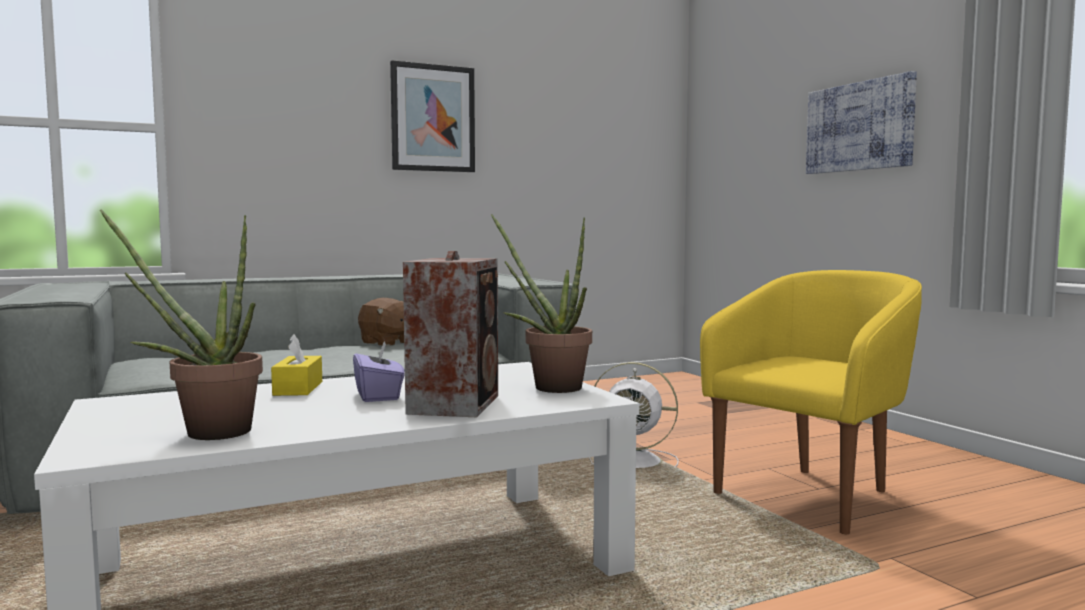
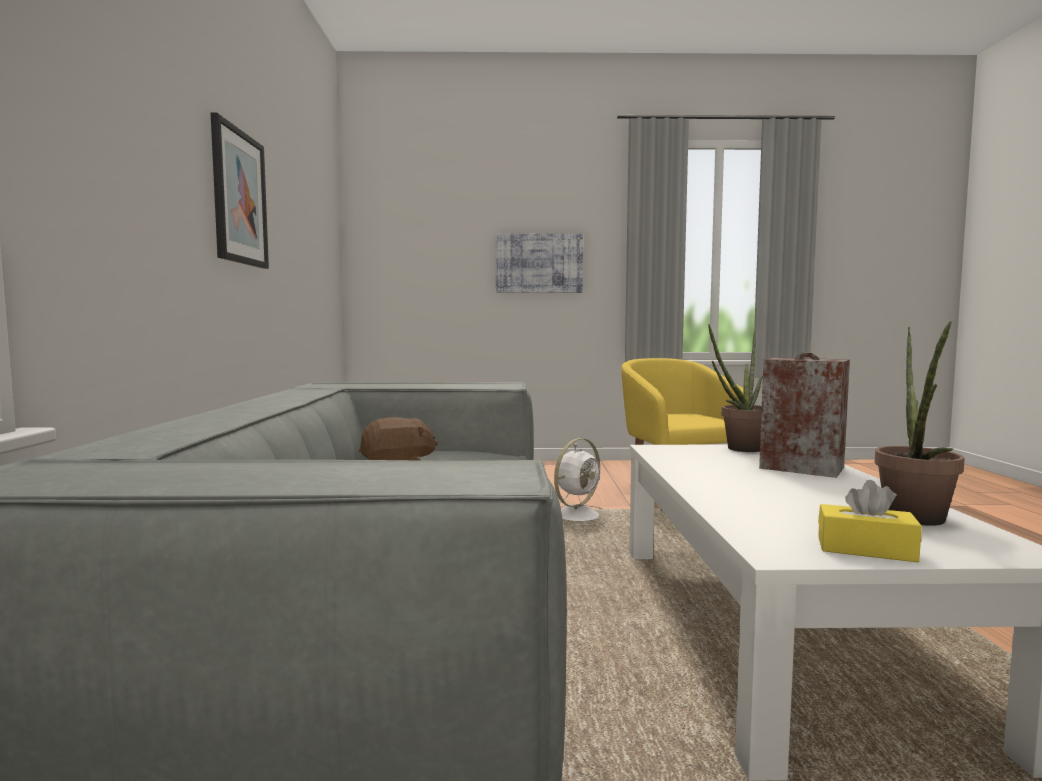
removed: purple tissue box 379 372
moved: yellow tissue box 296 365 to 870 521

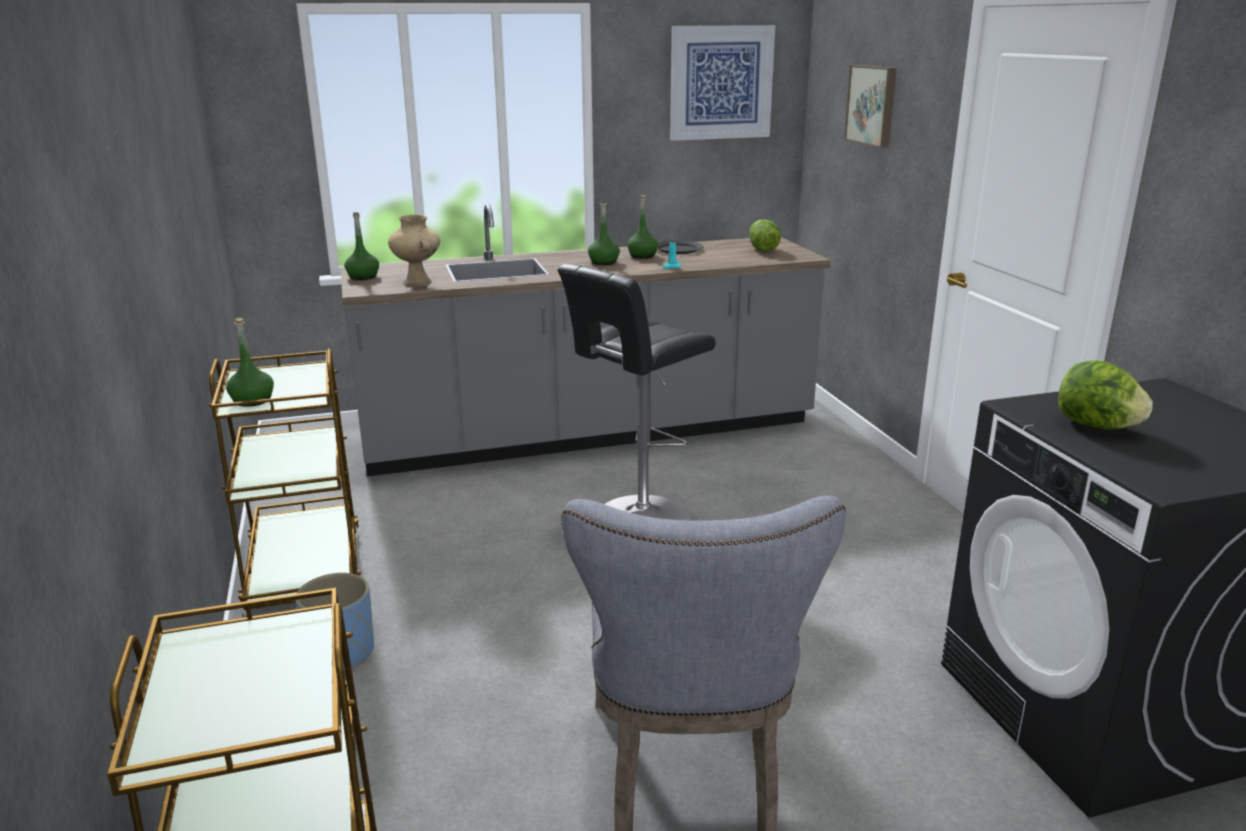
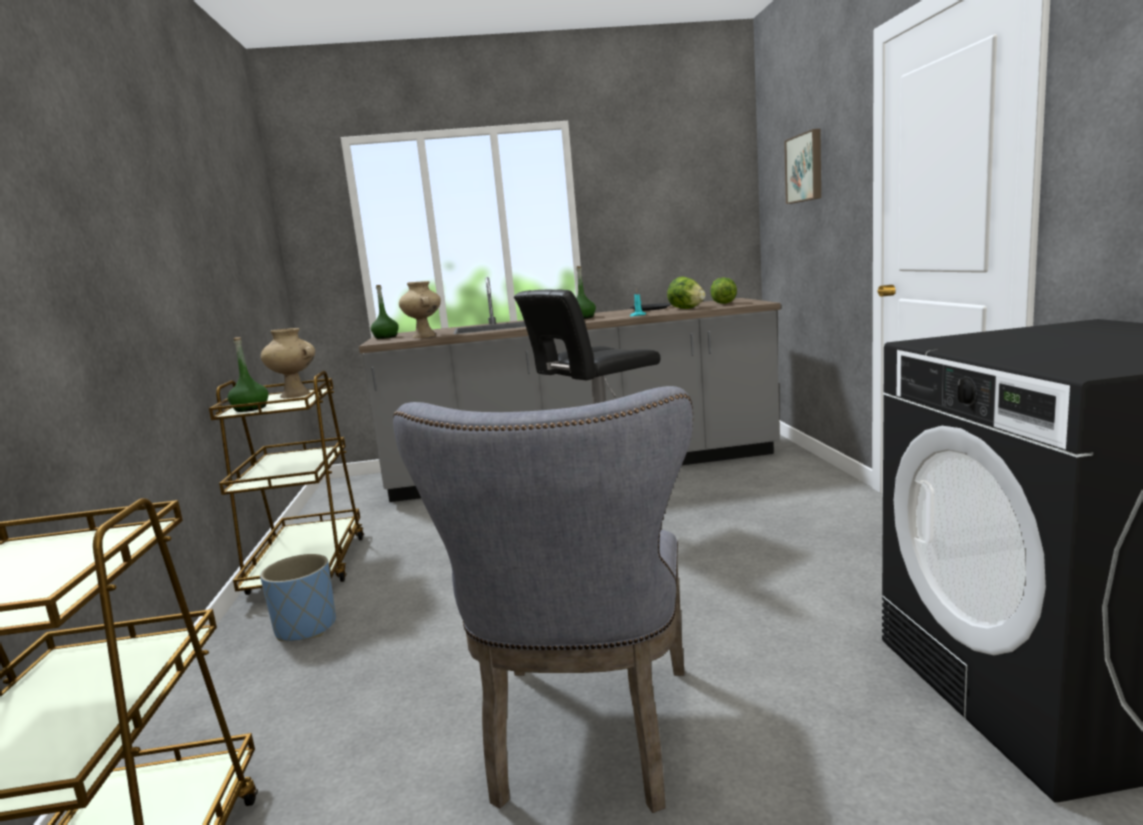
removed: picture 722 83; green bottle 642 227
added: beige vase 288 363
moved: lettuce 1105 395 to 686 293

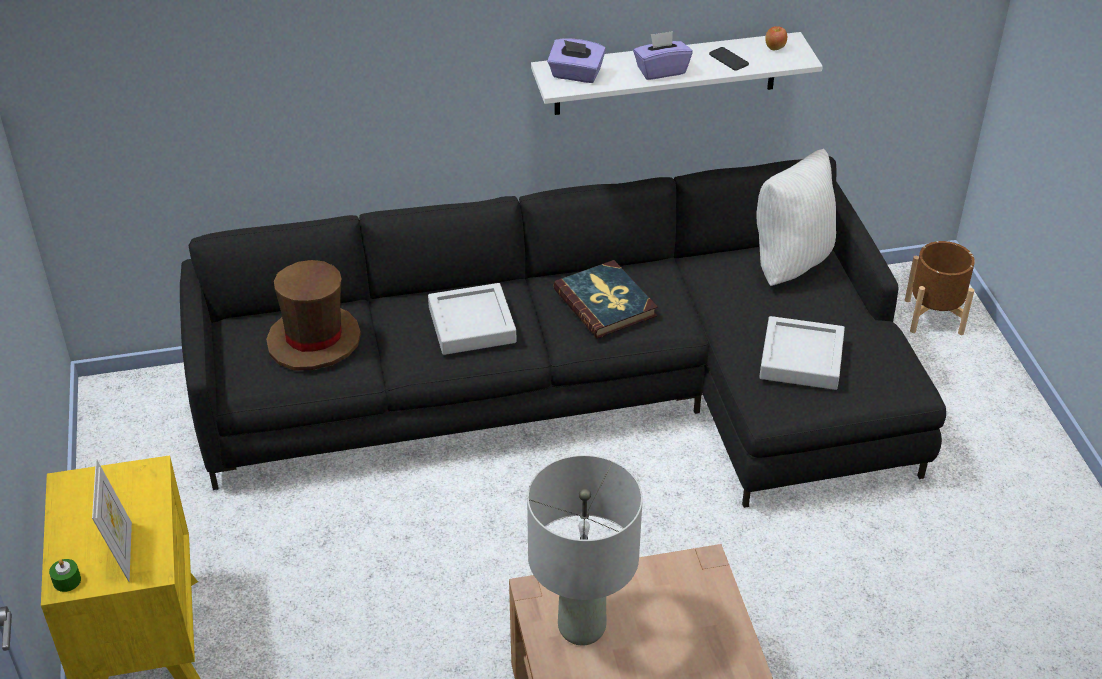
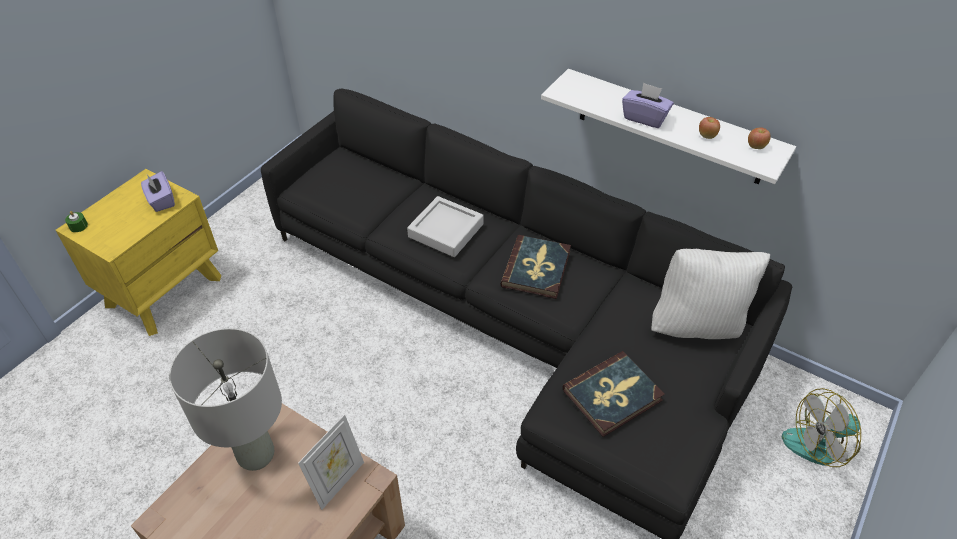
removed: brown hat 313 315
moved: purple tissue box 576 60 to 158 191; picture frame 112 520 to 331 462
replaced: phone 729 58 to apple 709 128; brown planter 940 288 to fan 821 427; grey tray 802 353 to book 614 394

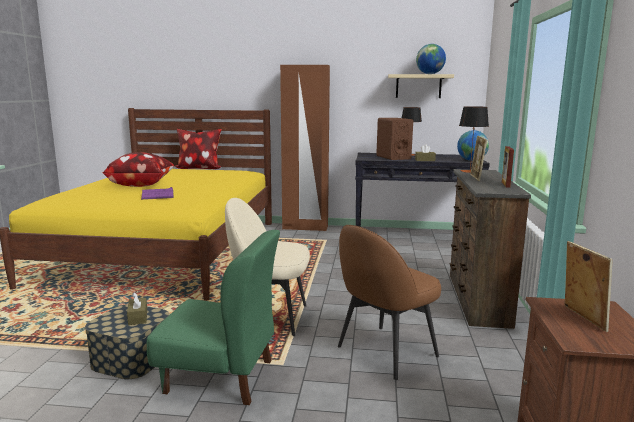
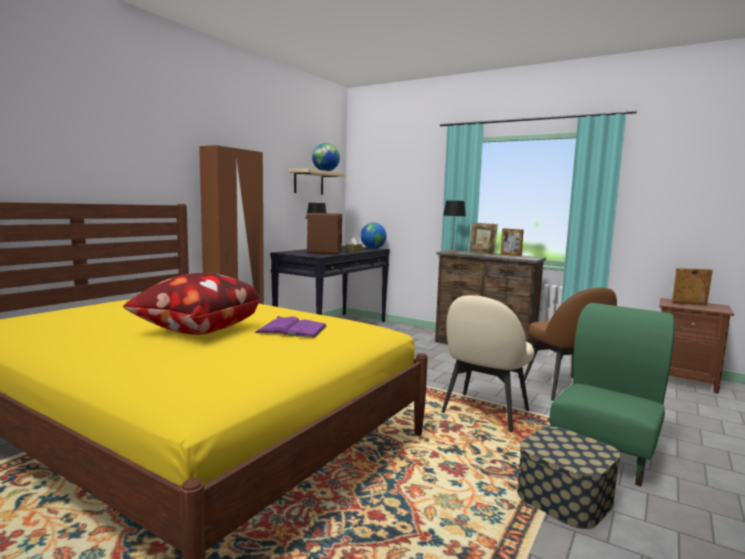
removed: pillow 198 149; brown tissue box 137 308

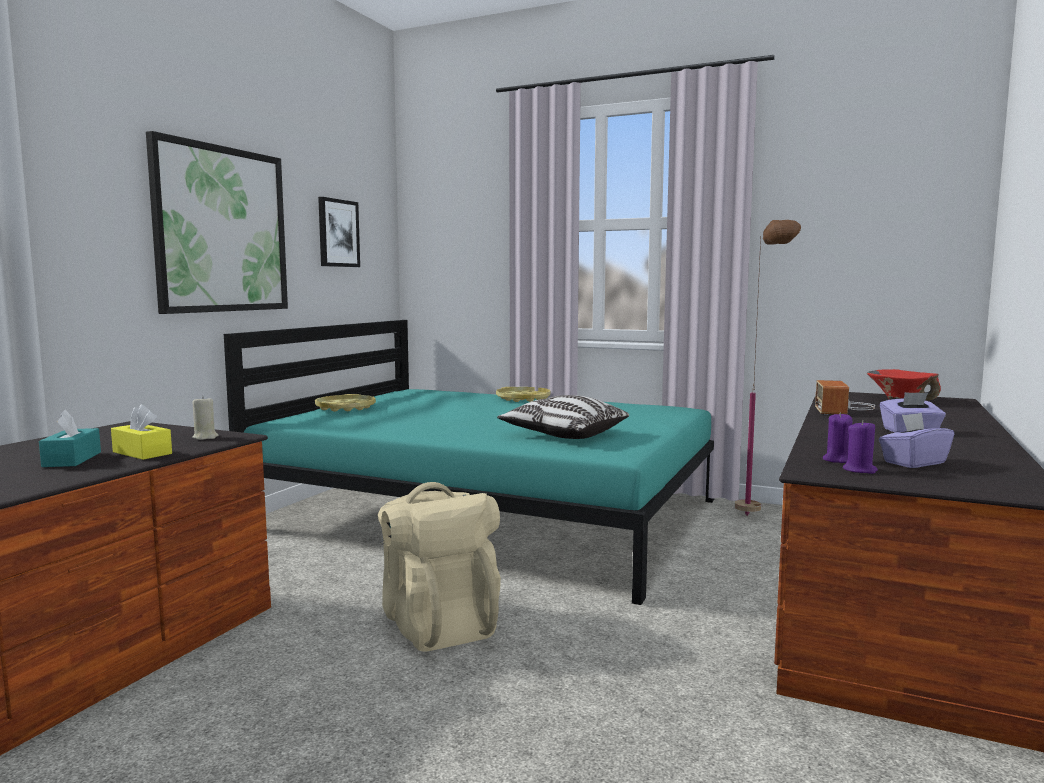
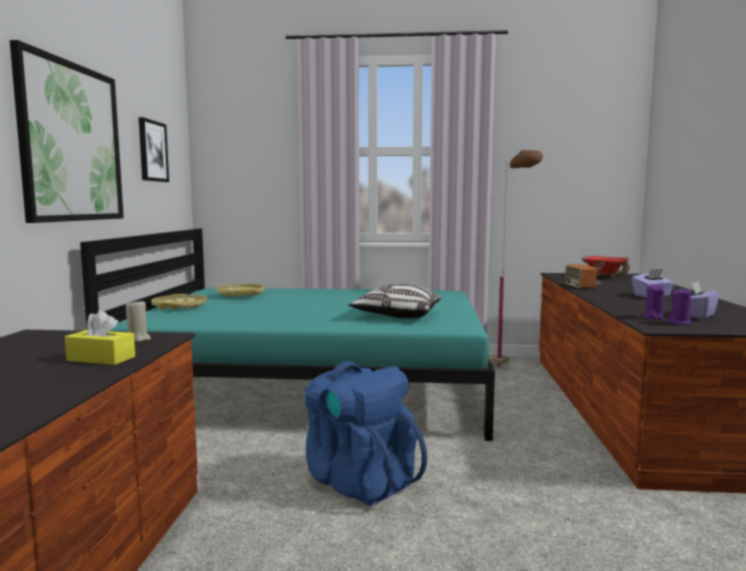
removed: turquoise tissue box 70 438
moved: yellow tray 523 394 to 241 290
recoloured: beige backpack 439 567 to blue backpack 366 433

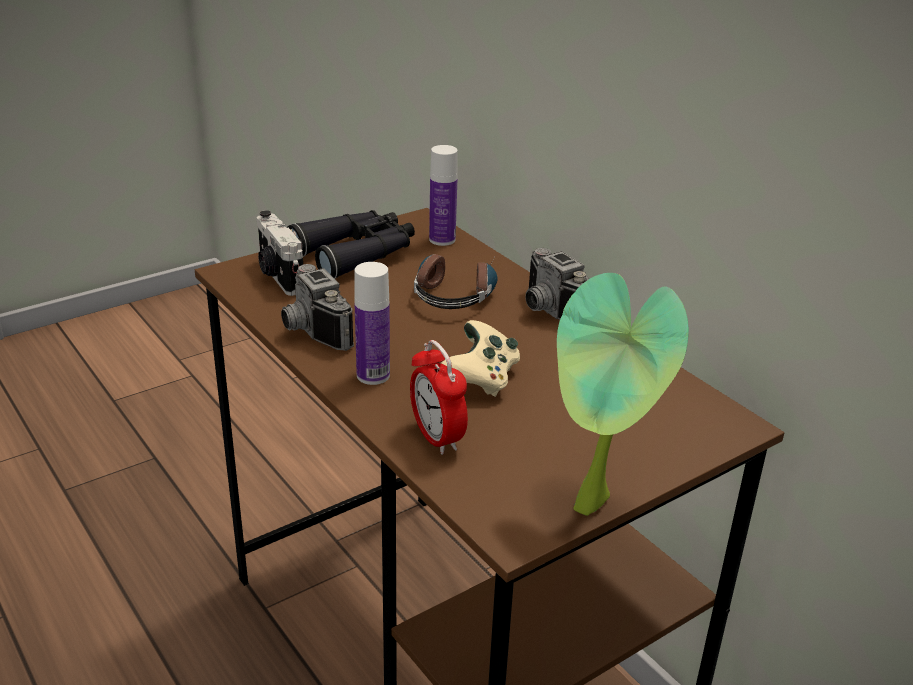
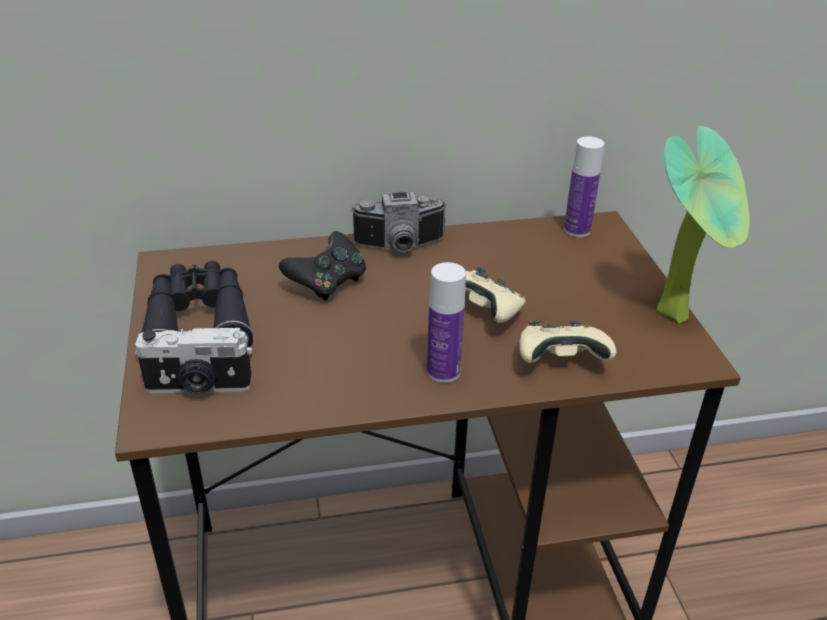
removed: photo camera 317 307
moved: bottle 443 195 to 584 186
replaced: headphones 456 281 to black game controller 322 266; alarm clock 439 397 to beige game controller 567 342

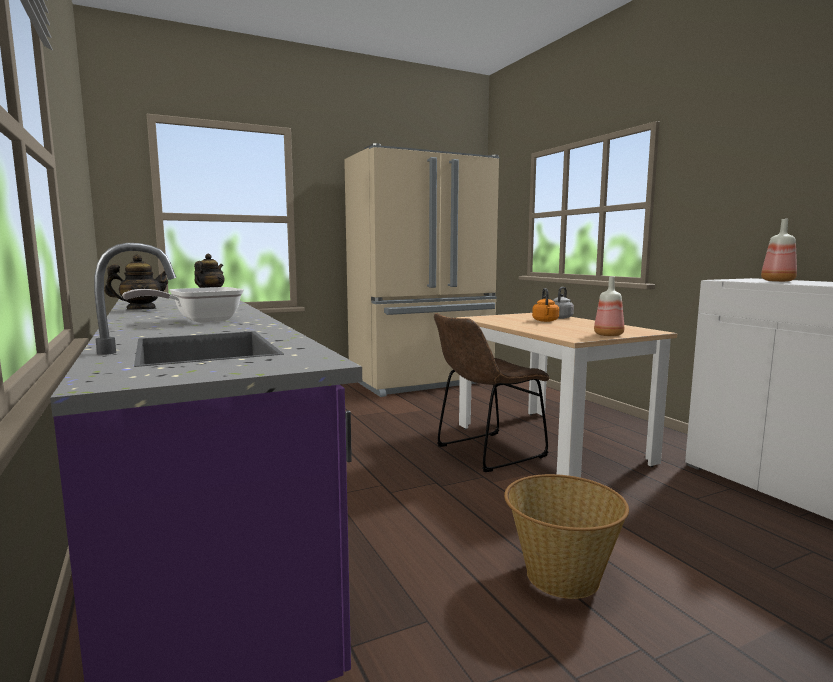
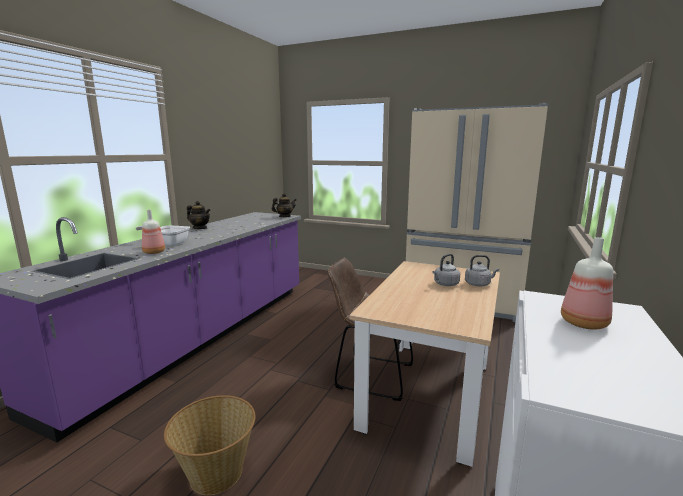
moved: bottle 609 306 to 153 231
recoloured: orange kettle 545 305 to grey kettle 446 270

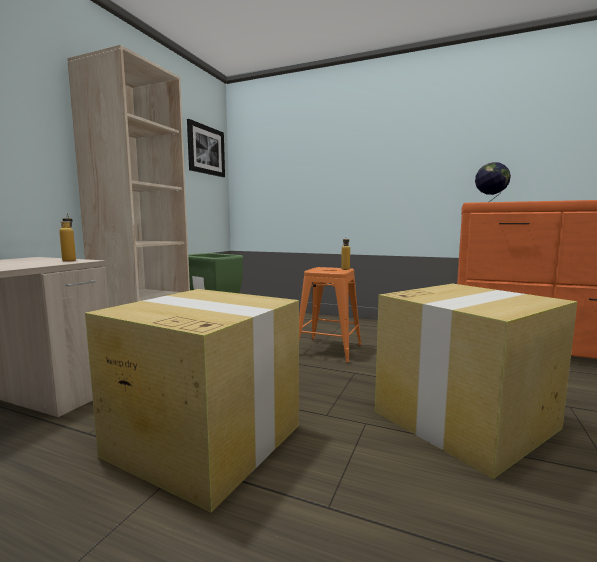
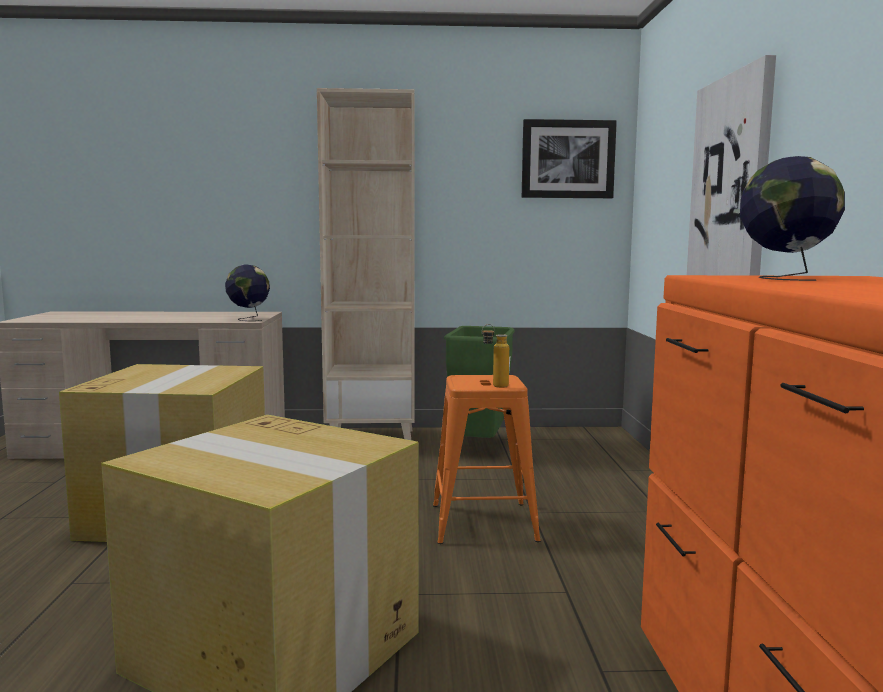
added: picture 731 165
replaced: bottle 67 237 to globe 247 292

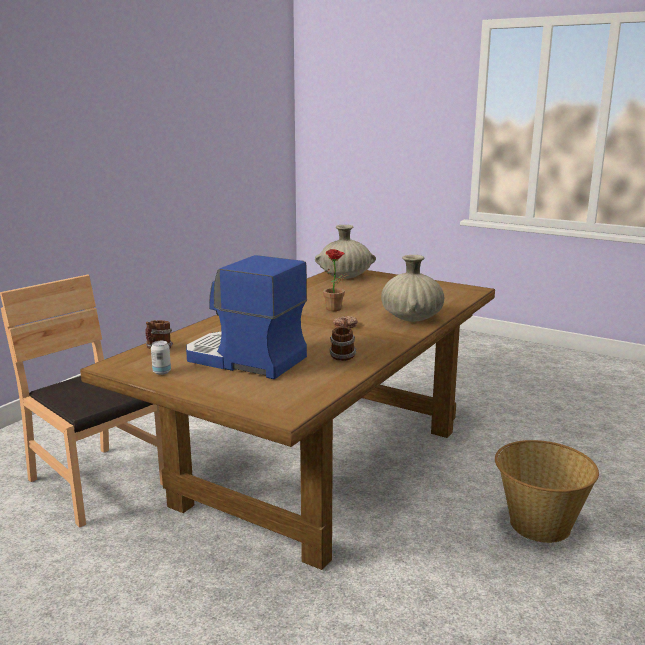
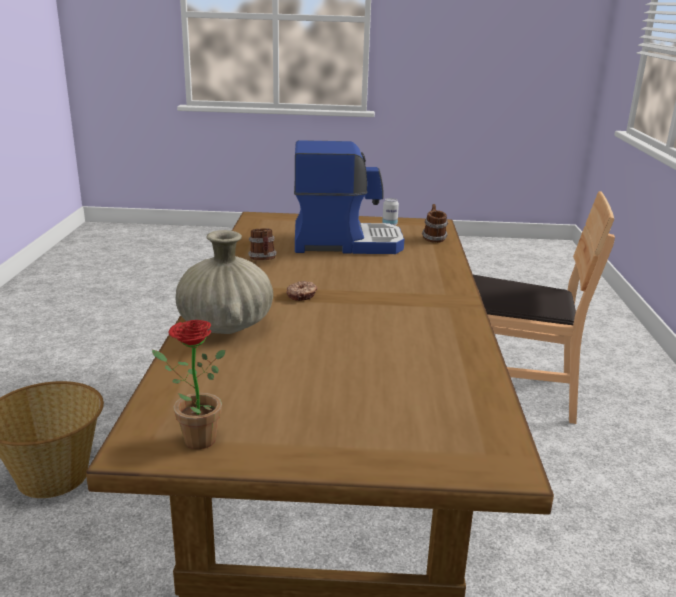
removed: beige vase 345 252
moved: potted plant 334 280 to 188 384

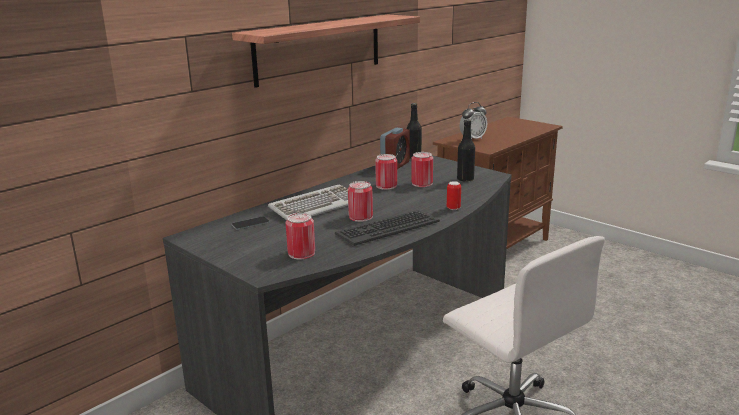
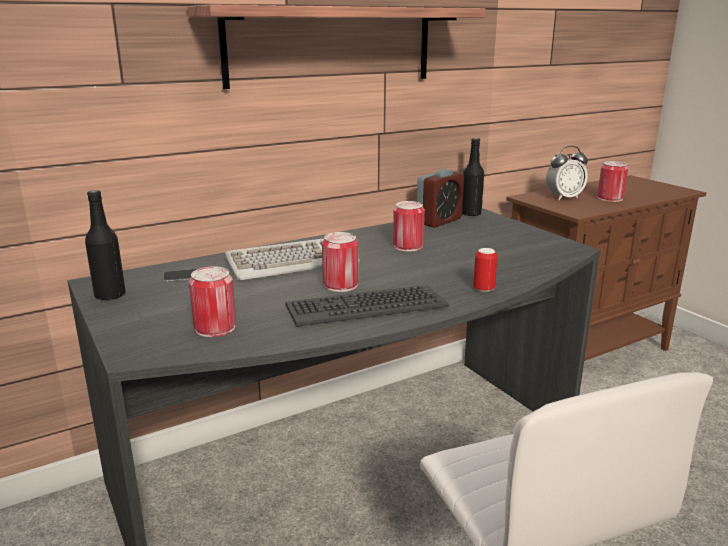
moved: black bottle 466 150 to 105 245; can 422 169 to 612 181

